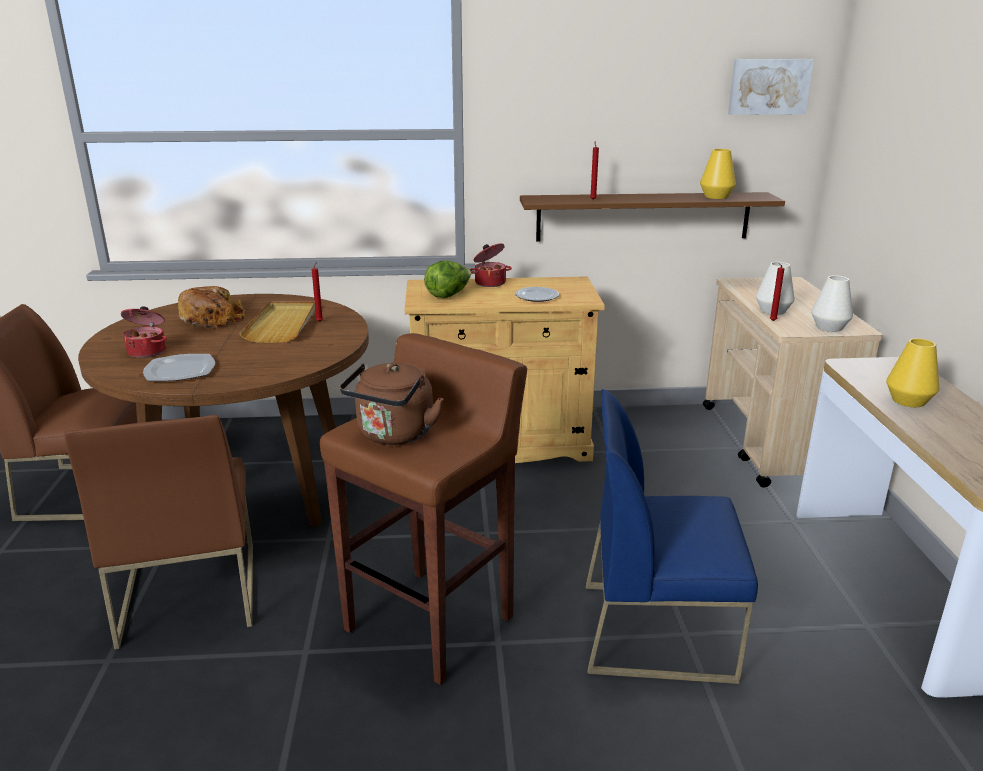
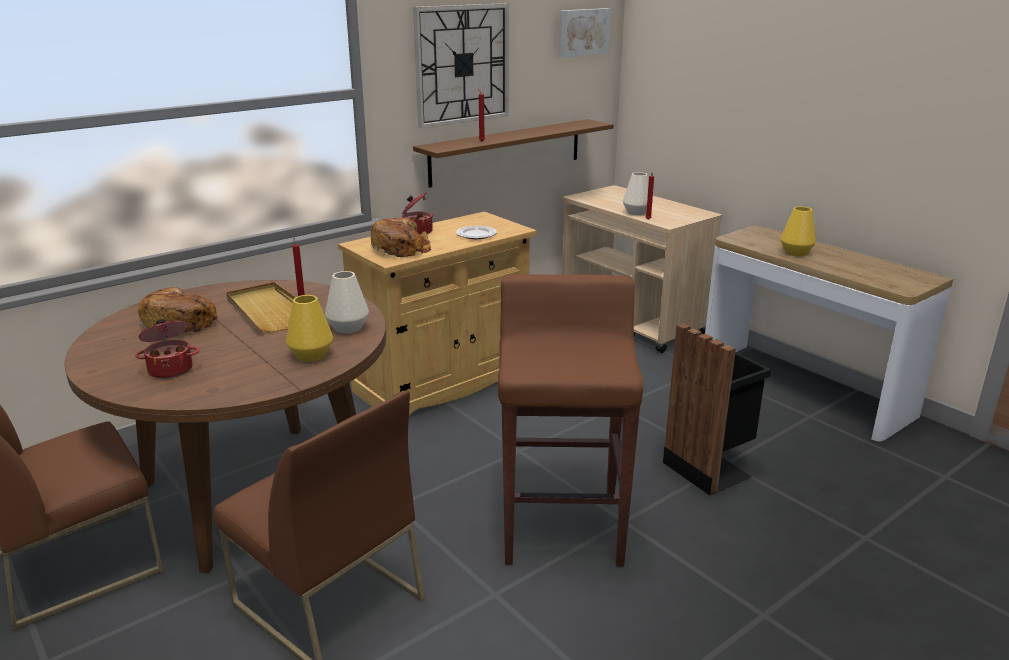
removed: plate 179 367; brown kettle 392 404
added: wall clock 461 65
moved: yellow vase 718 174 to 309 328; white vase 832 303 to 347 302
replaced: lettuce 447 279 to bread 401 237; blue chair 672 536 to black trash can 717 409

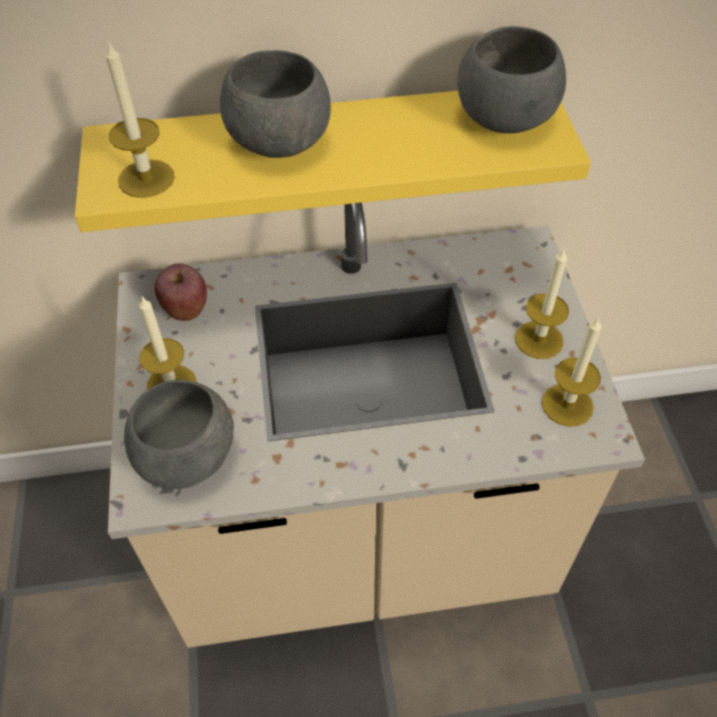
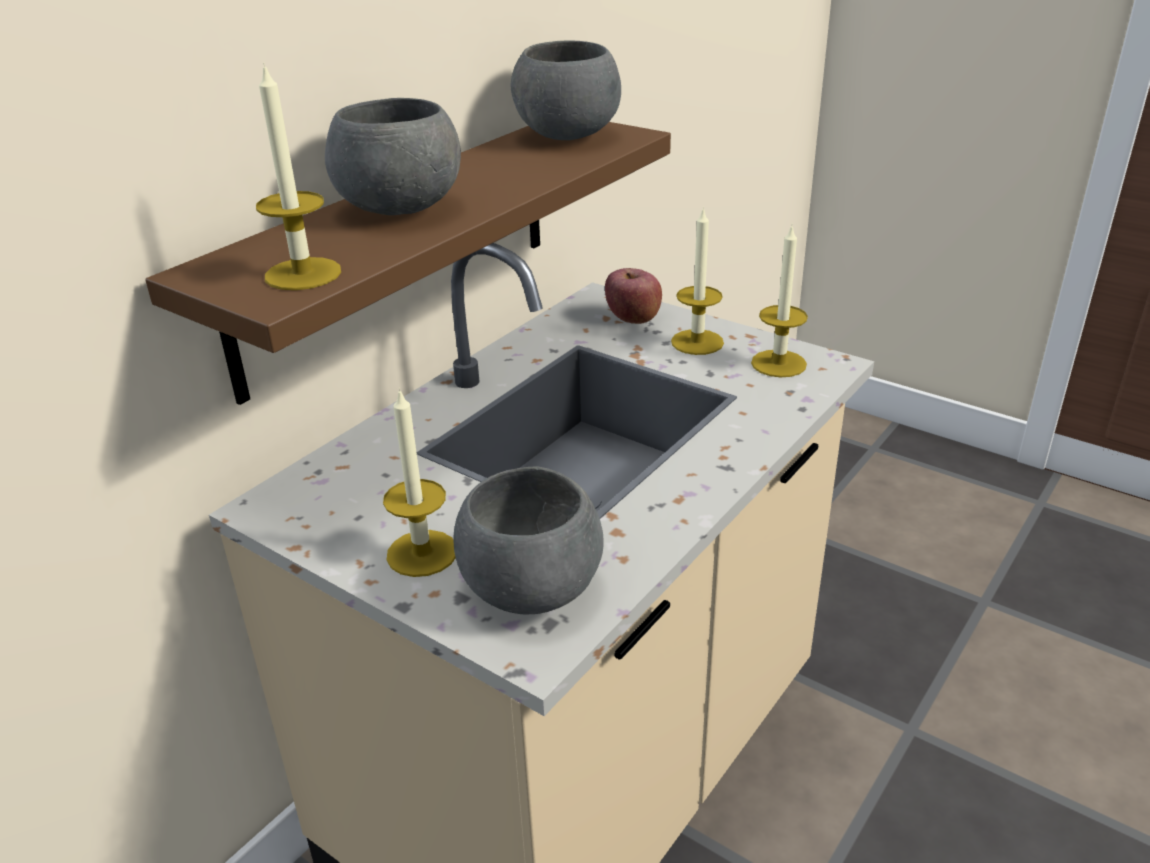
moved: apple 181 292 to 633 296
recoloured: yellow shelf 333 161 to brown shelf 408 263

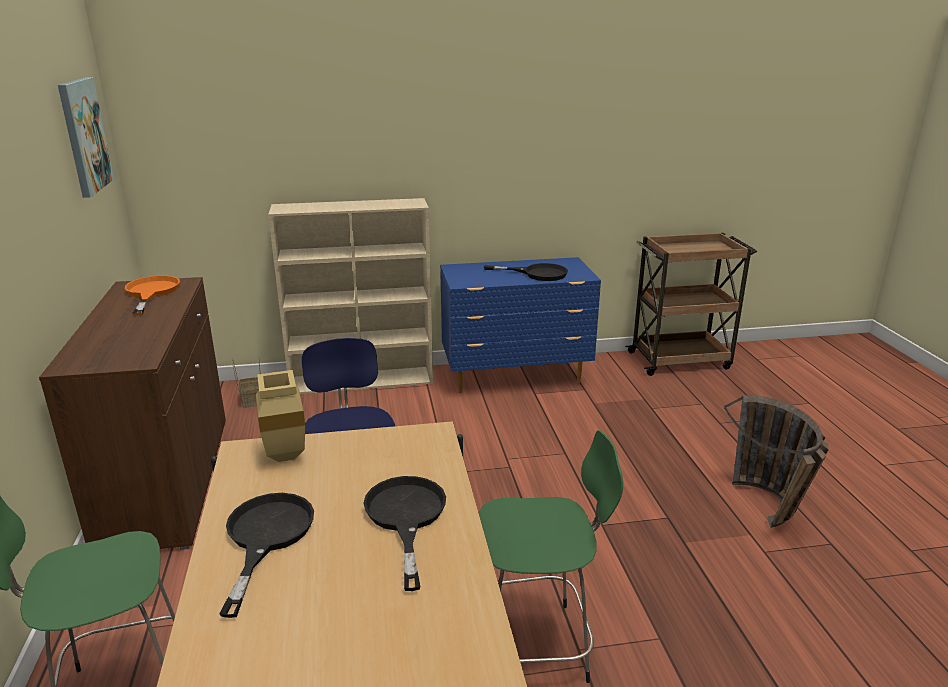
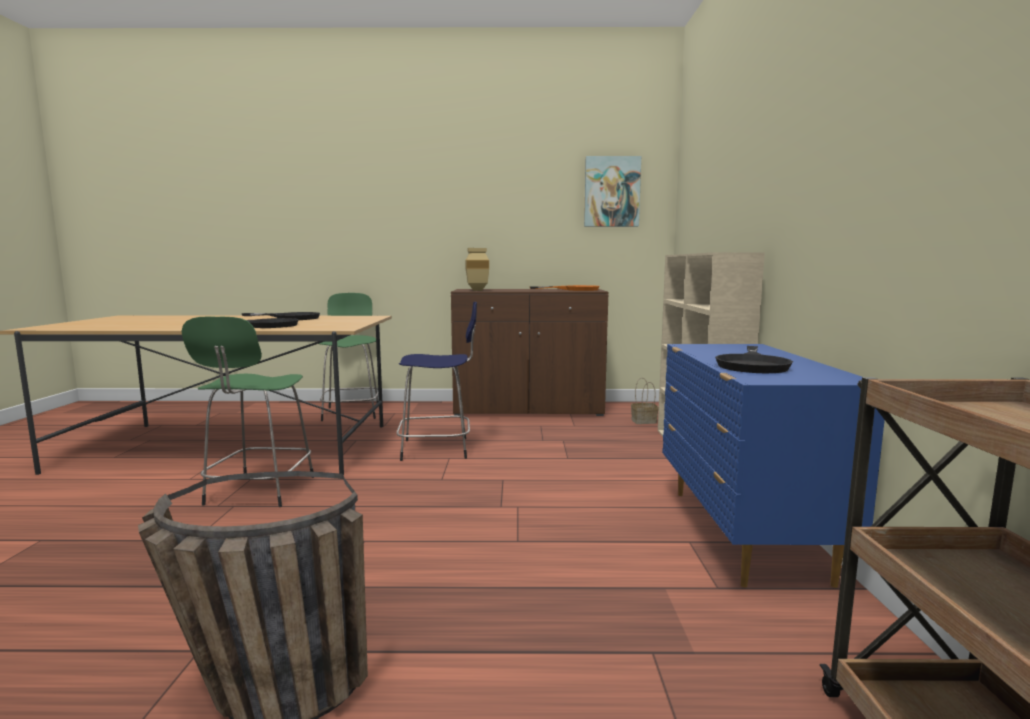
moved: beige vase 280 416 to 477 269

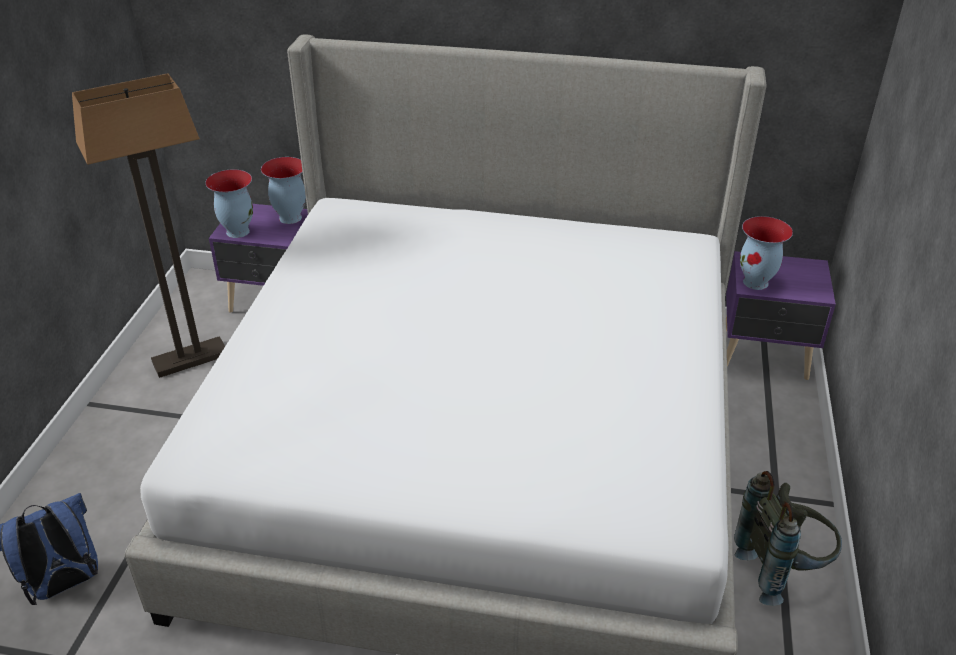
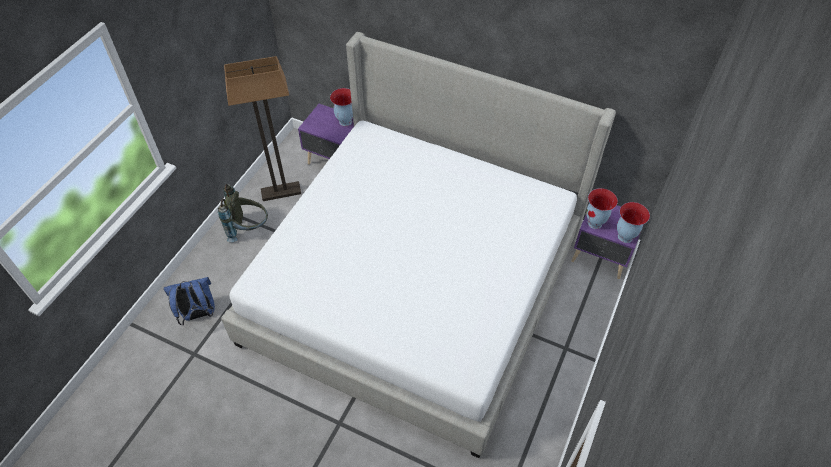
moved: vase 229 203 to 633 222; grey backpack 788 538 to 243 213

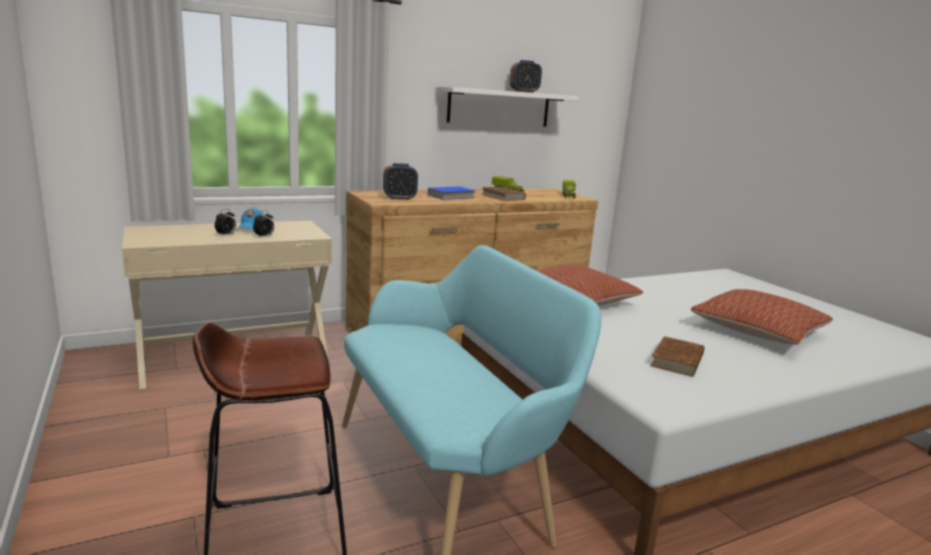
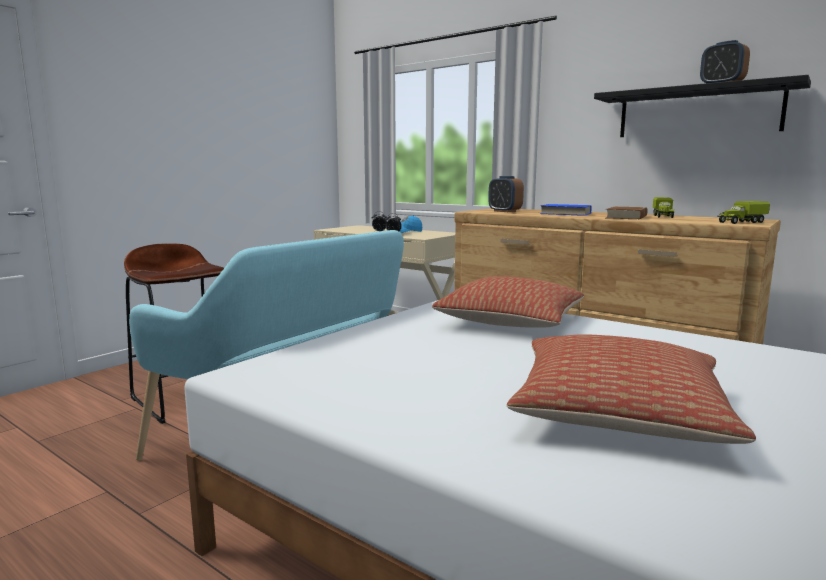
removed: brown book 677 356
recoloured: white shelf 508 106 to black shelf 702 106

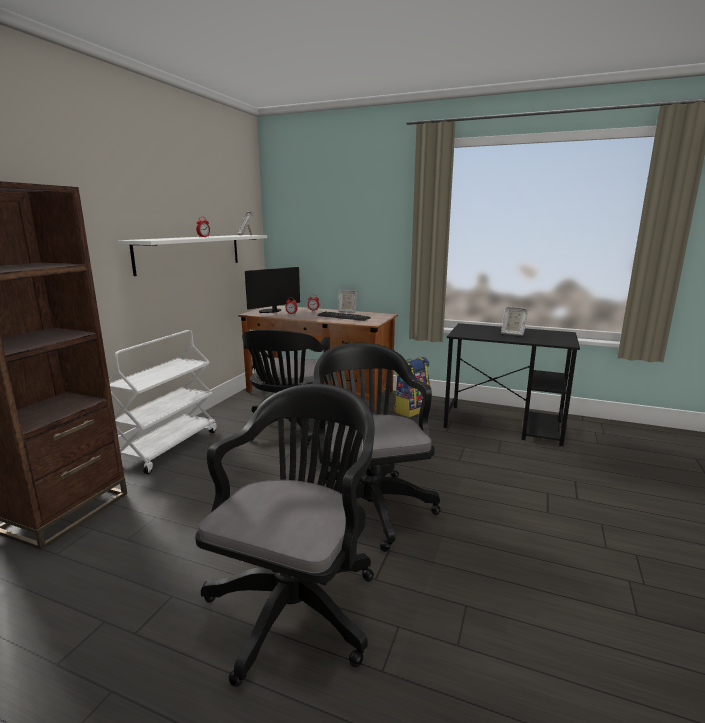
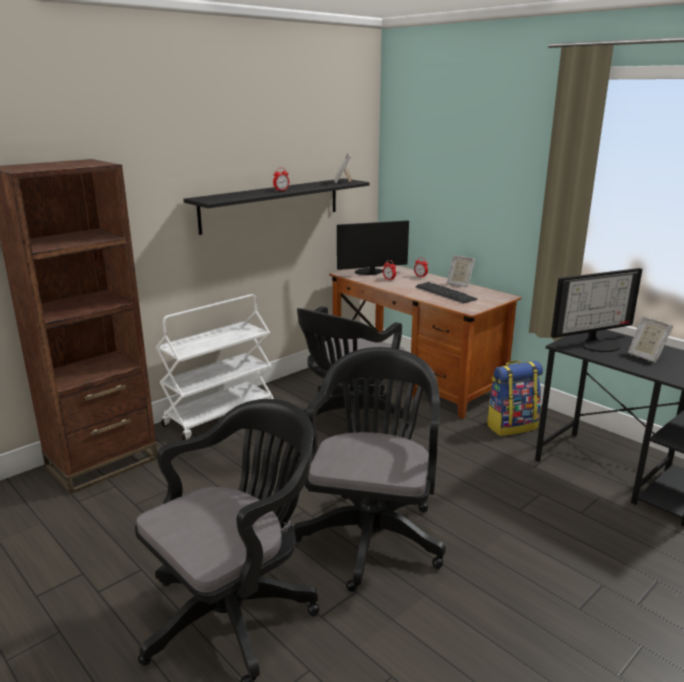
added: monitor 596 310
recoloured: white shelf 192 255 to black shelf 276 206

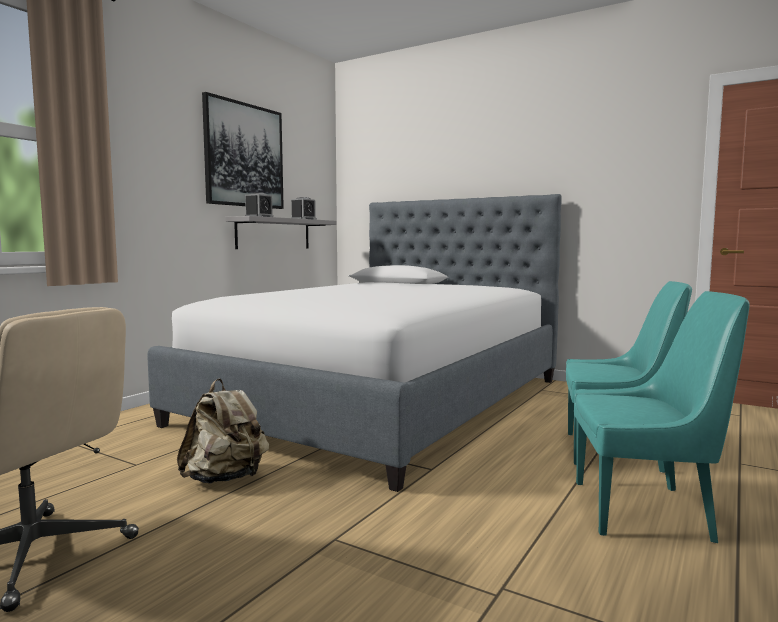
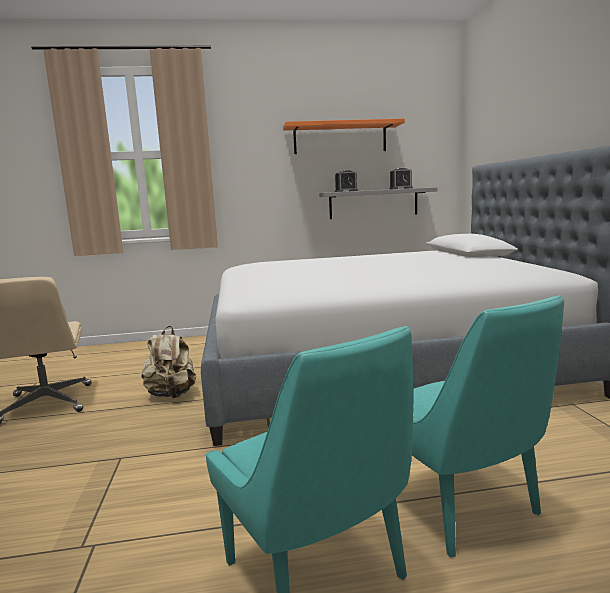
replaced: picture 243 150 to orange shelf 344 136

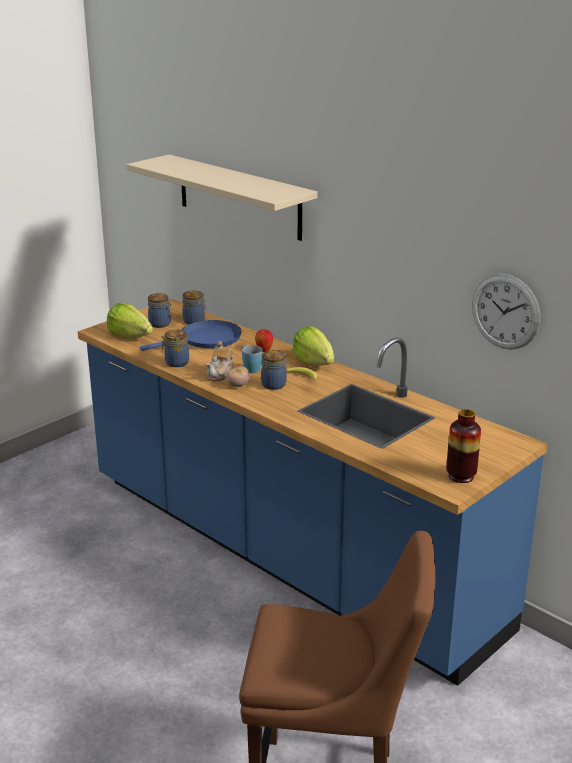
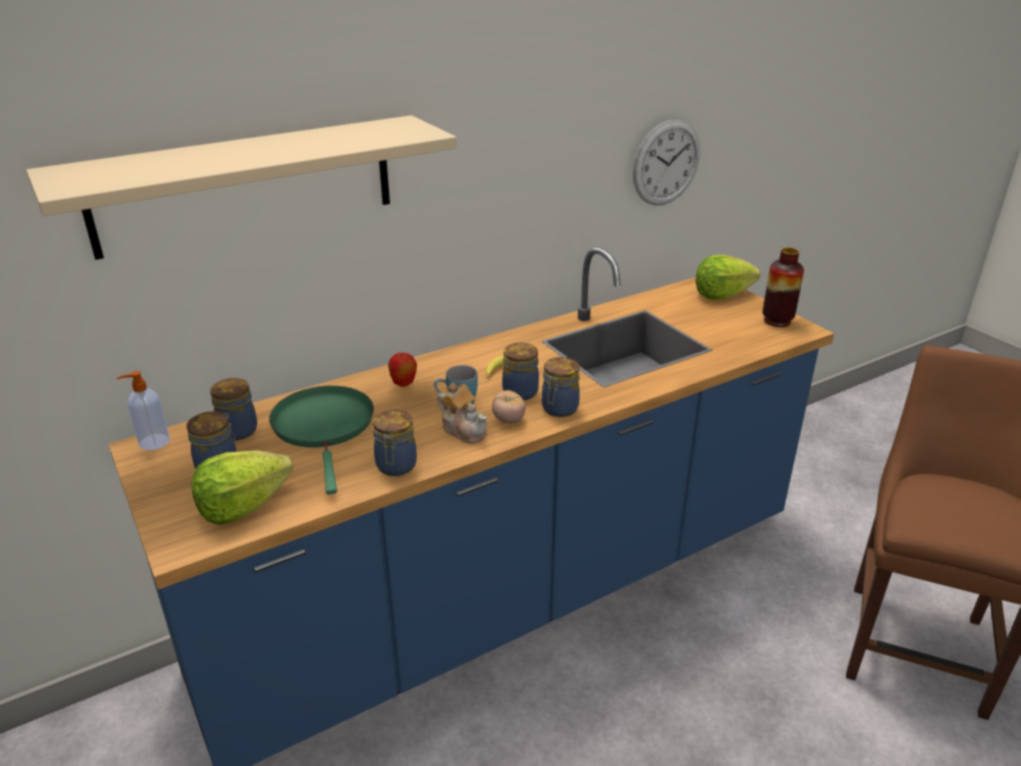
added: jar 561 387; soap dispenser 143 410
moved: lettuce 313 346 to 728 277
recoloured: blue frying pan 191 335 to green frying pan 321 440

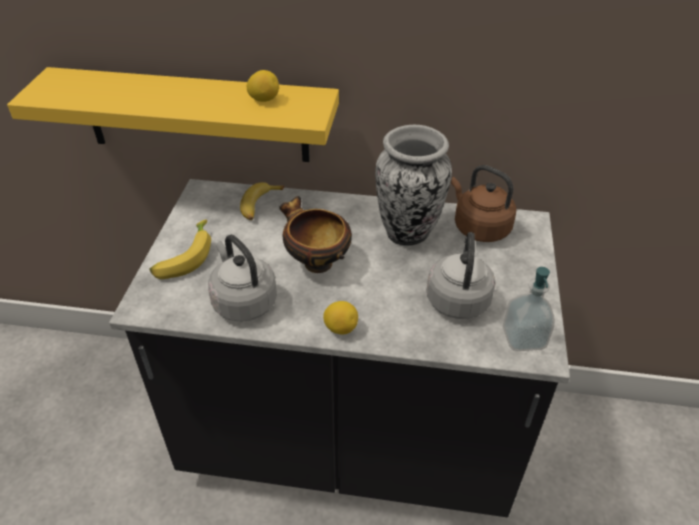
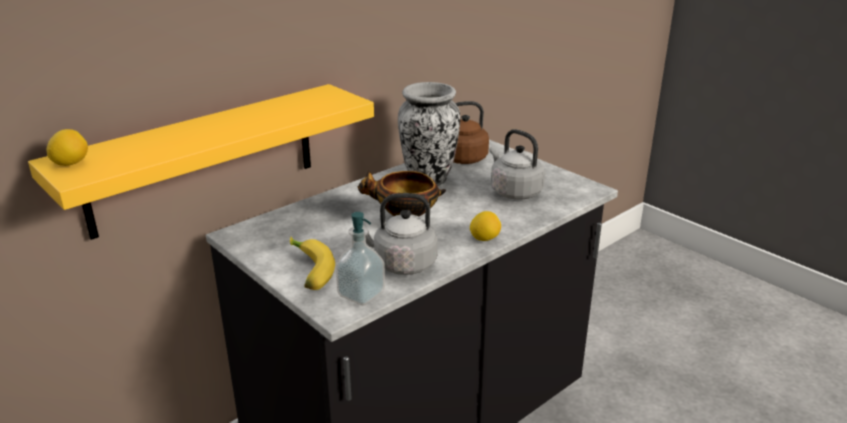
removed: banana 262 201
moved: lemon 263 86 to 67 147; soap dispenser 529 309 to 360 258

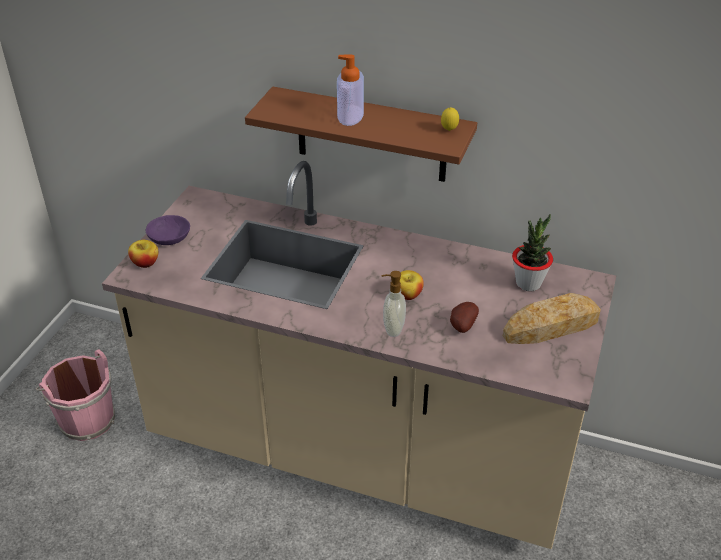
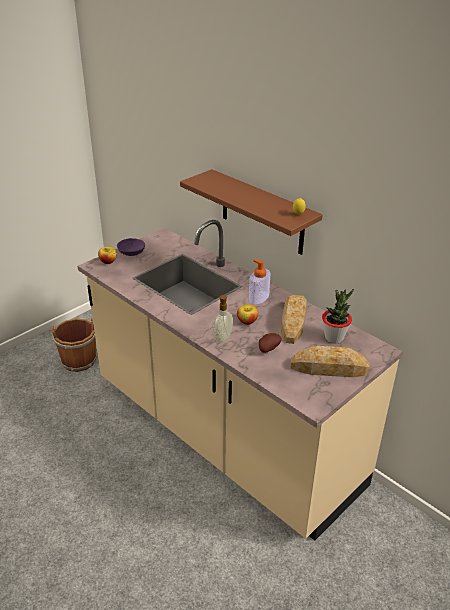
added: bread 294 319
moved: soap dispenser 350 90 to 260 282
recoloured: pink bucket 75 395 to brown bucket 72 345

